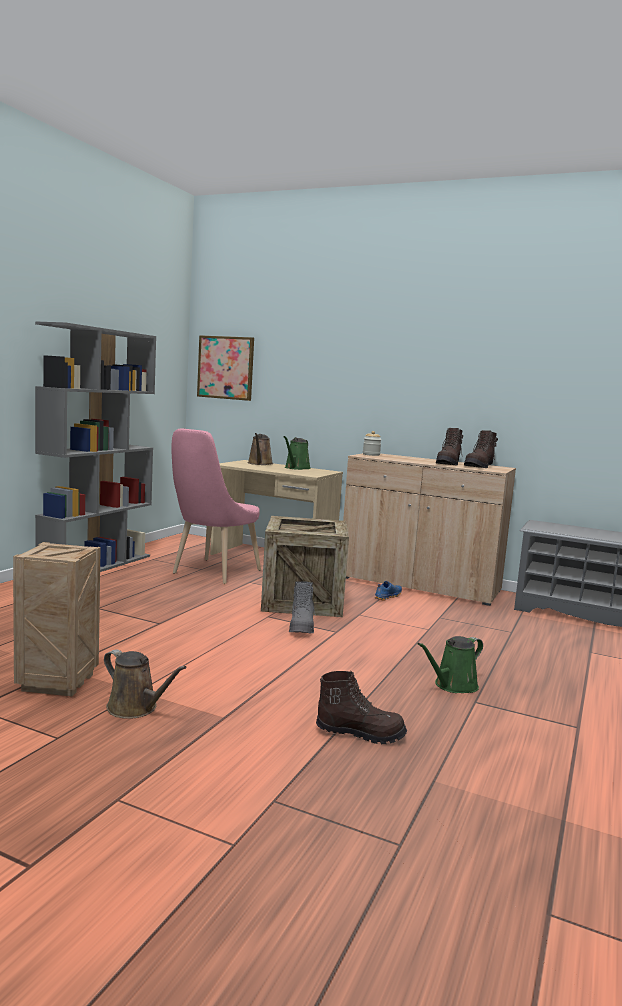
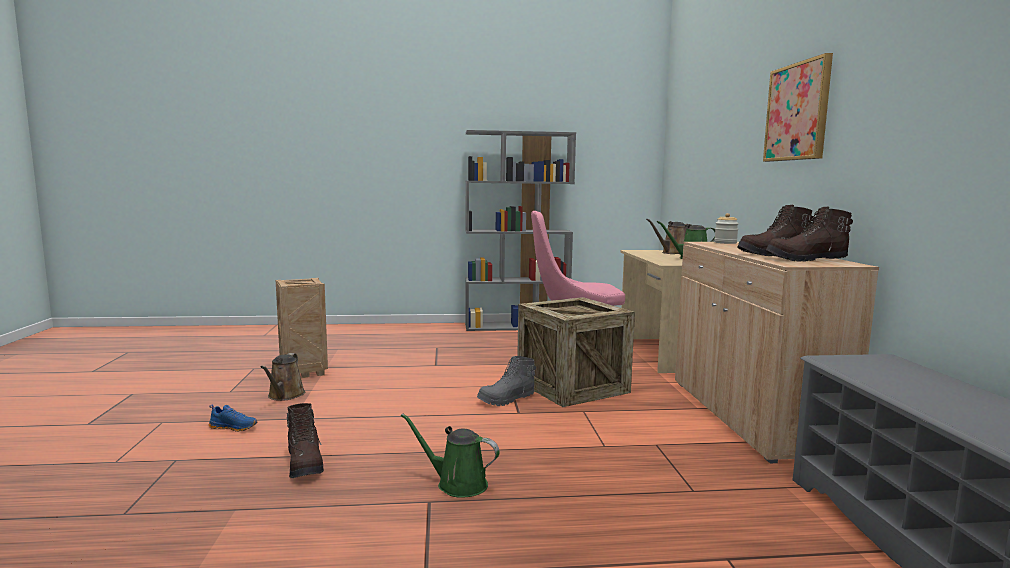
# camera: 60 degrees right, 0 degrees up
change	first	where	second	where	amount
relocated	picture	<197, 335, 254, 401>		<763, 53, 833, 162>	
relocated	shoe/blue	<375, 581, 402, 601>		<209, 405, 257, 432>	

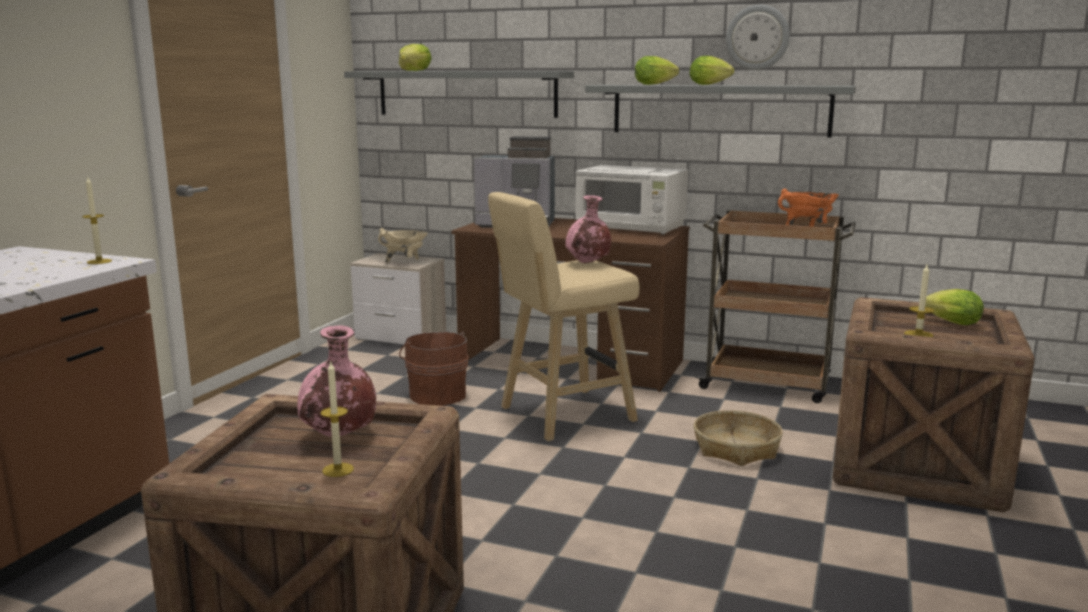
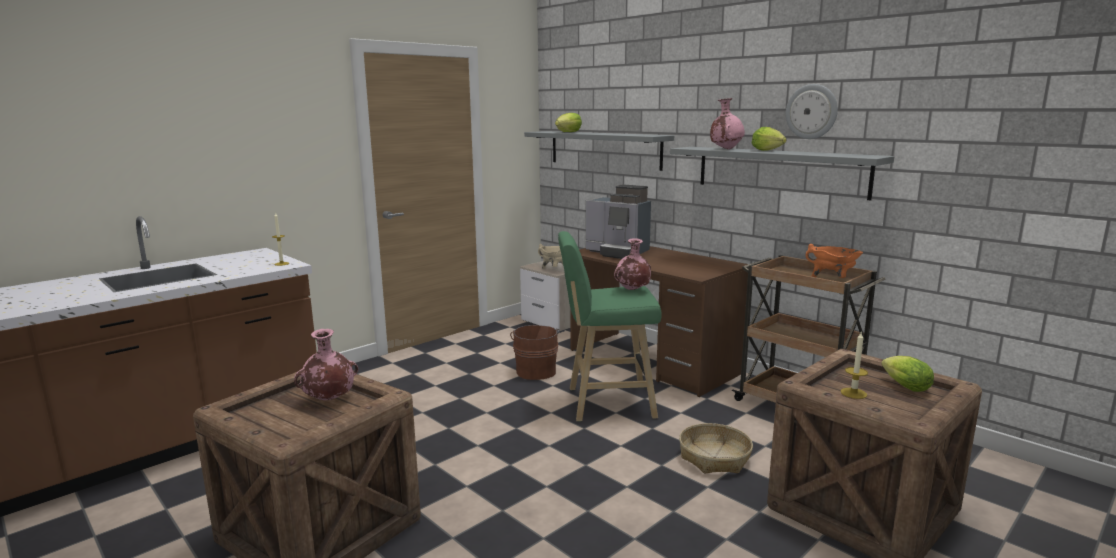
# camera: 25 degrees right, 0 degrees up
change	first	where	second	where	amount
missing	candle	<320, 360, 354, 477>			
missing	microwave/white	<575, 165, 688, 235>			
exchanged	lettuce	<635, 56, 679, 85>	vase/pink	<710, 98, 745, 149>	
colour	stool/beige	<488, 192, 639, 441>	stool/green	<558, 231, 662, 422>	

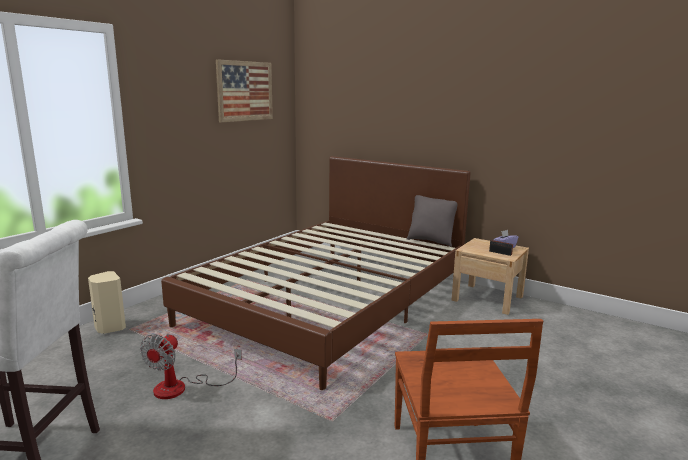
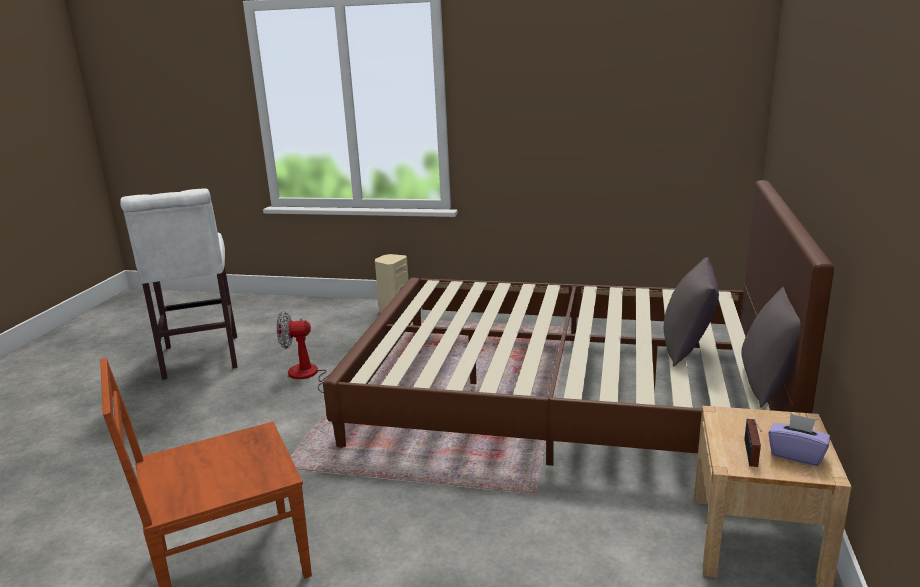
# camera: 70 degrees right, 5 degrees up
change	first	where	second	where	amount
missing	picture	<216, 59, 273, 122>			
appeared			pillow/grey	<664, 257, 719, 367>	

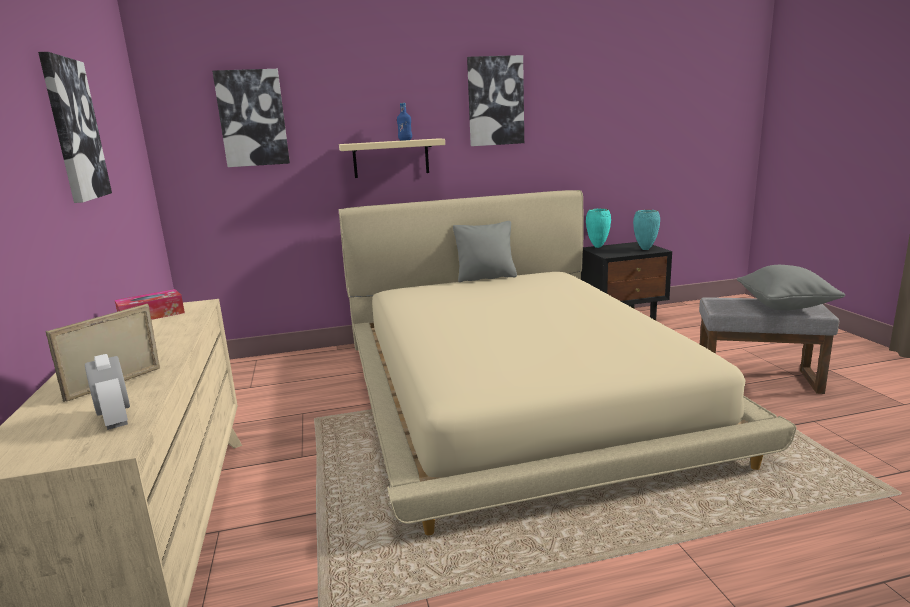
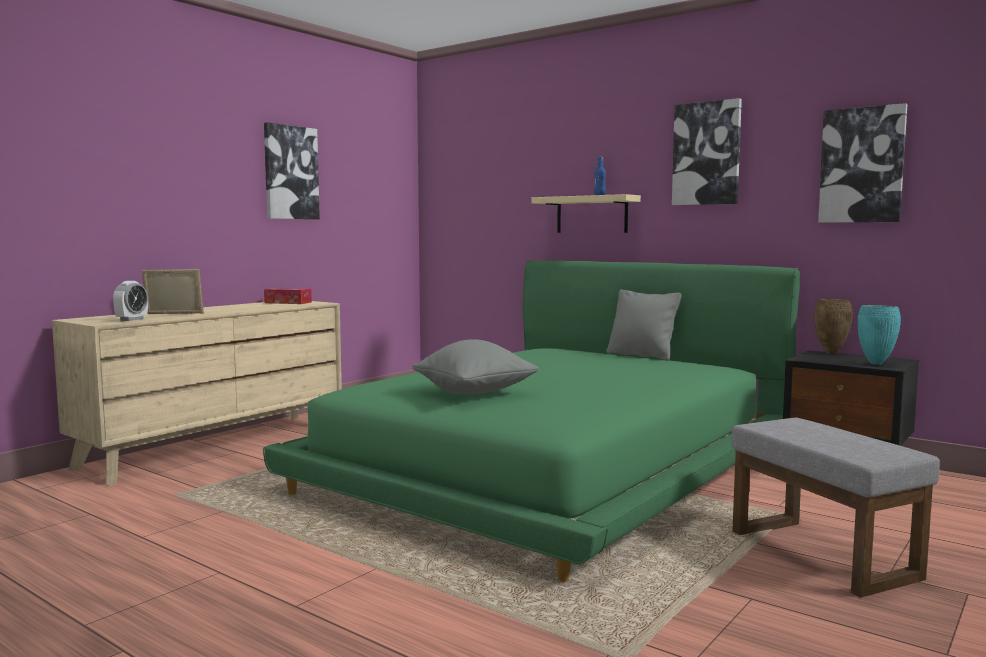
# camera: 50 degrees right, 10 degrees down
change	first	where	second	where	amount
relocated	picture	<212, 69, 290, 167>		<818, 103, 907, 223>	
relocated	pillow/grey	<737, 265, 845, 311>		<412, 339, 539, 394>	
colour	bed/beige	<339, 190, 796, 535>	bed/green	<263, 261, 800, 582>	
colour	vase/turquoise	<586, 209, 611, 248>	vase/brown	<814, 299, 852, 354>	

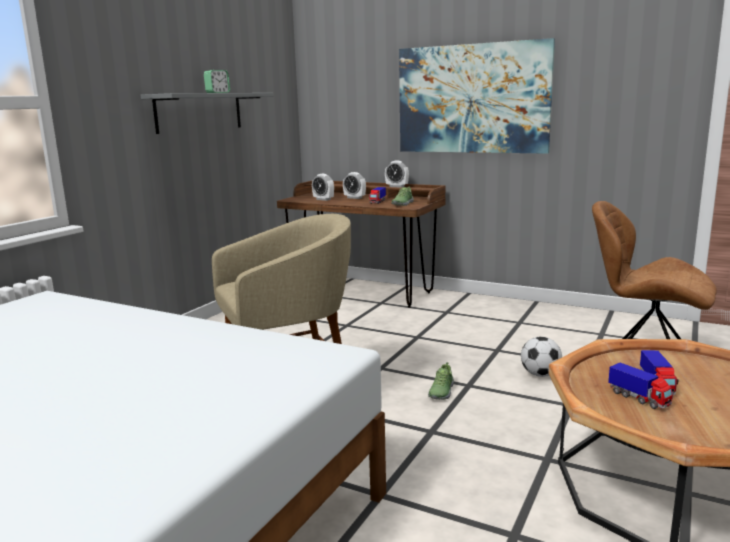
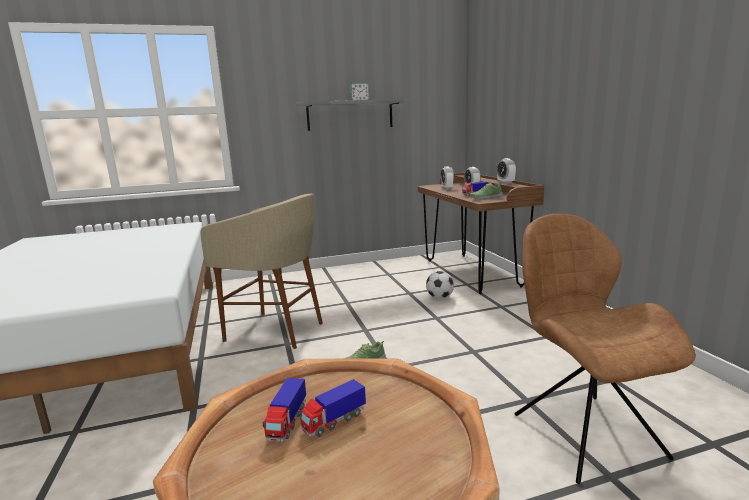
# camera: 45 degrees right, 0 degrees up
change	first	where	second	where	amount
missing	picture	<399, 38, 555, 154>			
relocated	football	<521, 337, 562, 377>		<426, 271, 454, 299>	

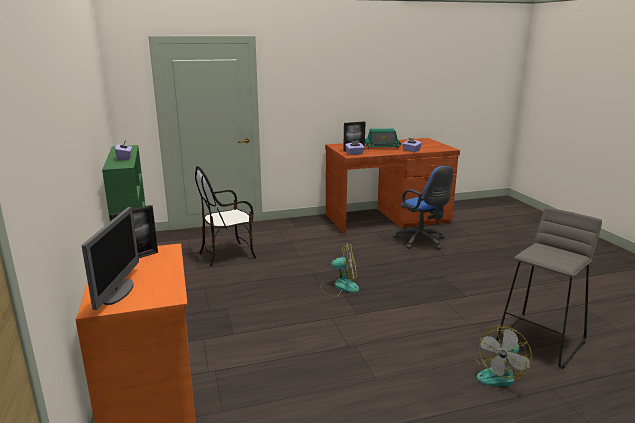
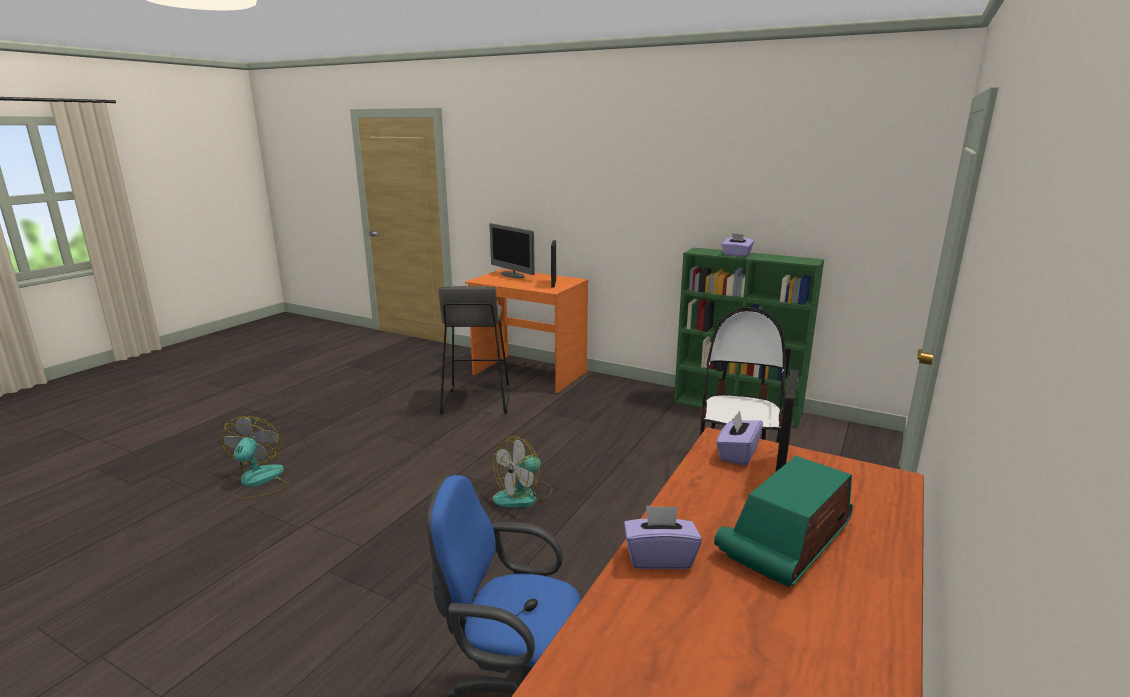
# camera: 135 degrees right, 0 degrees up
change	first	where	second	where	amount
relocated	stool/grey	<497, 207, 602, 369>		<438, 286, 510, 414>	

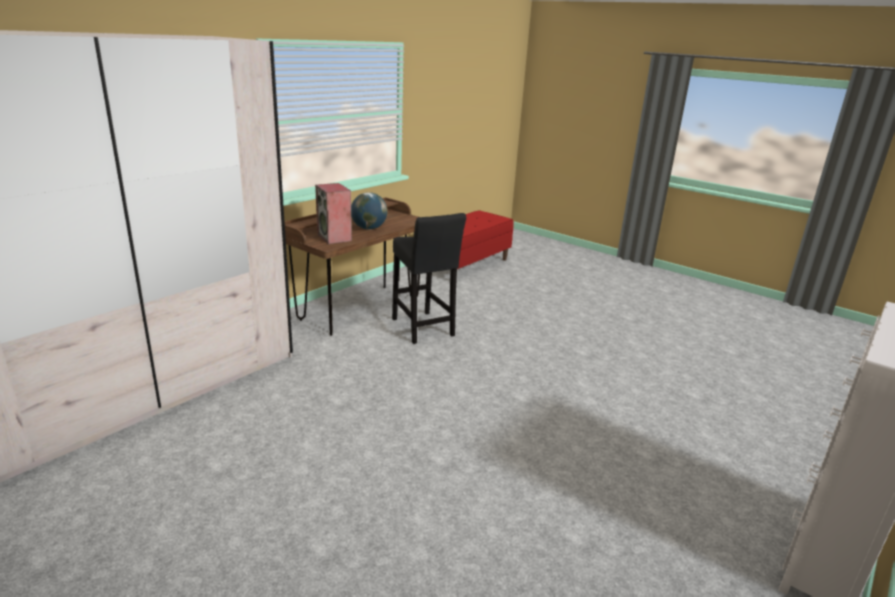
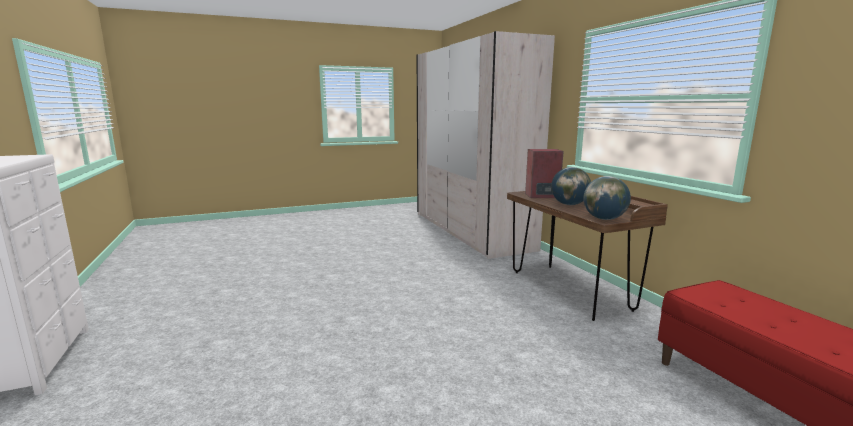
# camera: 120 degrees right, 10 degrees down
change	first	where	second	where	amount
missing	stool/black	<392, 213, 466, 344>			
appeared			globe	<583, 176, 631, 220>	

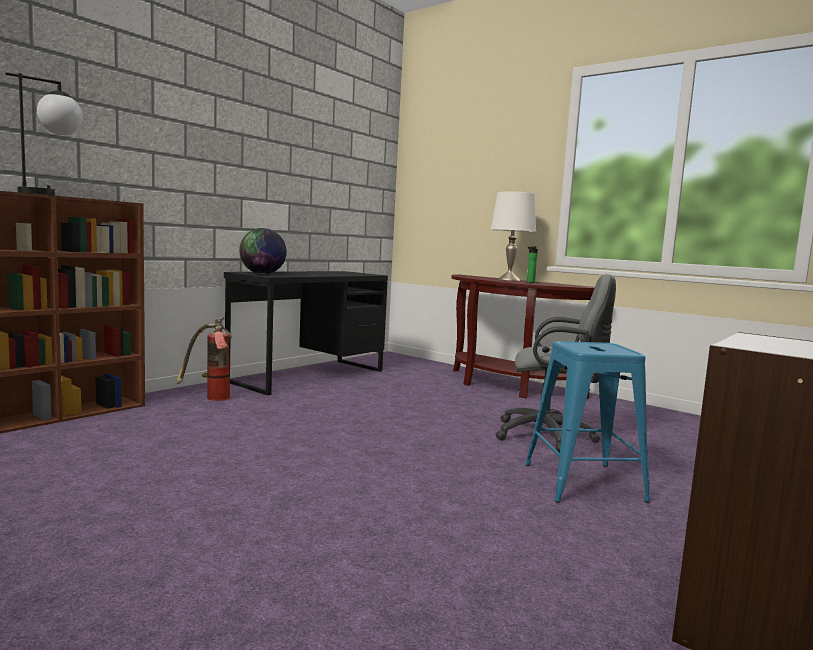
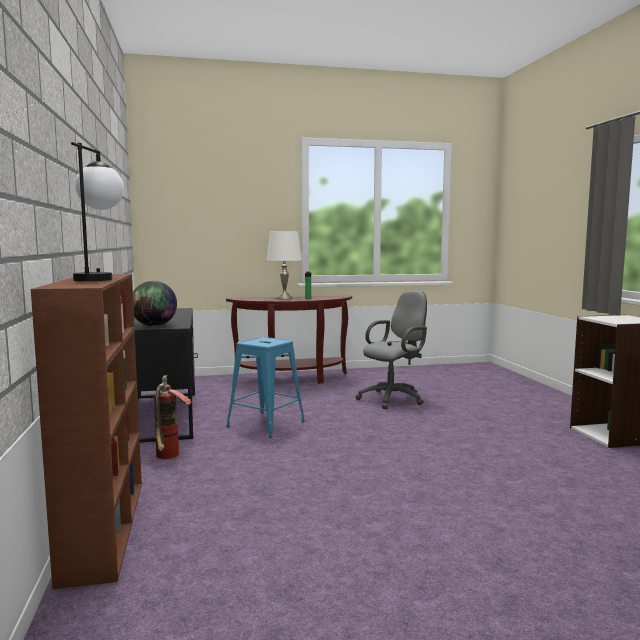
# camera: 50 degrees left, 0 degrees up
change	first	where	second	where	amount
relocated	stool/blue	<525, 341, 650, 503>		<226, 337, 305, 437>	

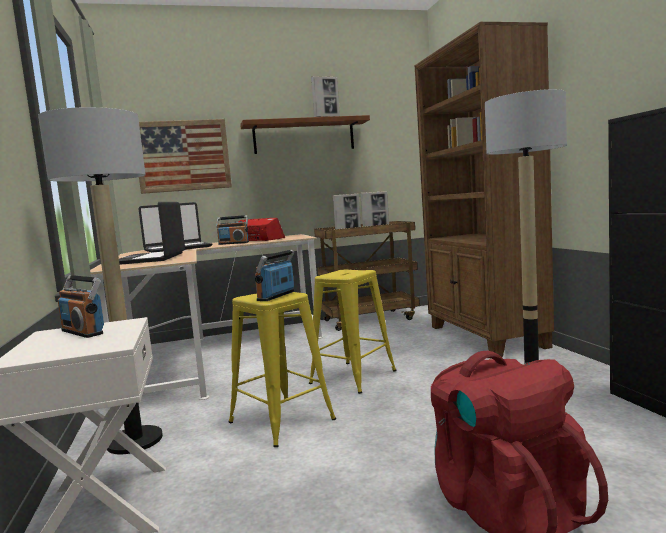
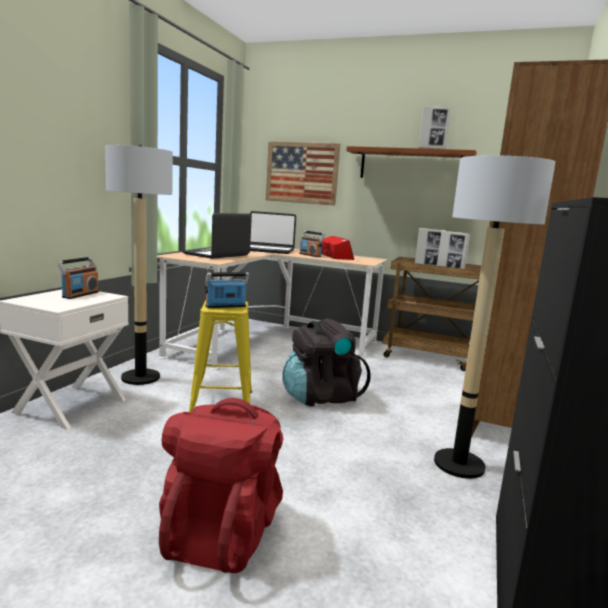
# camera: 35 degrees right, 5 degrees up
change	first	where	second	where	amount
exchanged	stool/yellow	<309, 269, 396, 394>	backpack/black	<282, 319, 371, 406>	
spun	radio	<58, 275, 104, 338>		<57, 257, 99, 299>	150 degrees counterclockwise

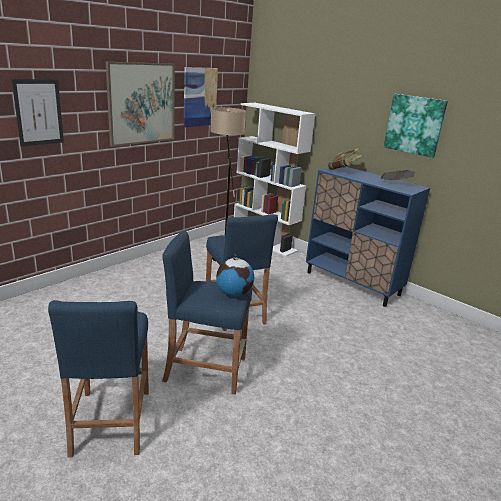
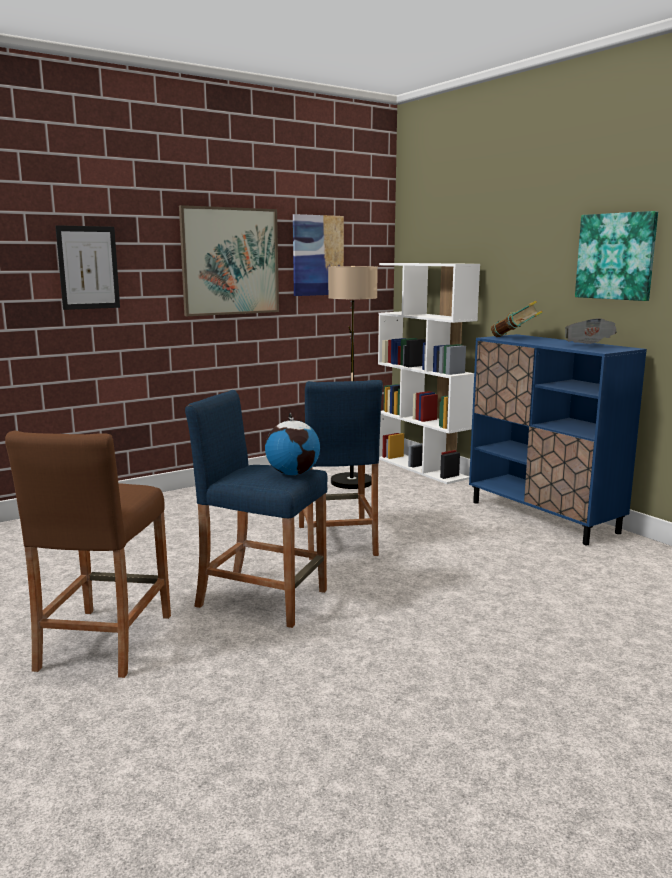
# camera: 15 degrees right, 10 degrees down
change	first	where	second	where	amount
colour	stool/blue	<48, 300, 149, 458>	stool/brown	<5, 430, 171, 678>	

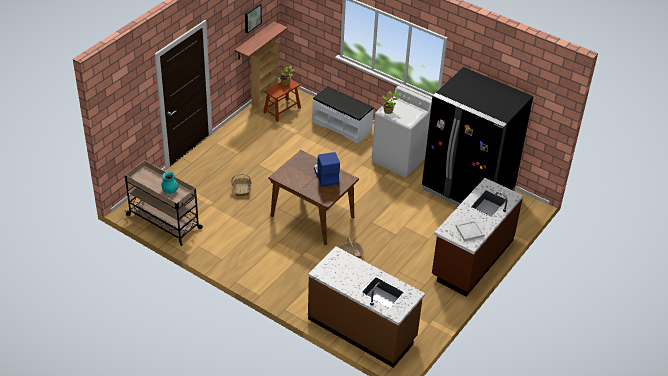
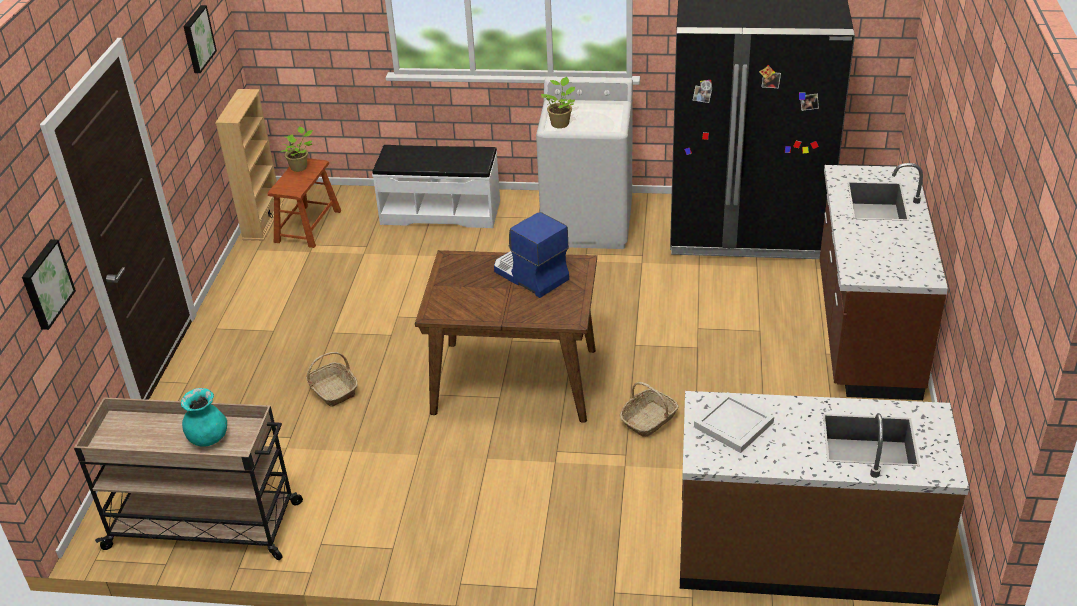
# camera: 25 degrees left, 5 degrees down
change	first	where	second	where	amount
missing	shelf	<235, 22, 288, 60>			
appeared			picture	<22, 239, 76, 330>	
relocated	tray/white	<455, 220, 485, 241>		<694, 392, 774, 453>	

